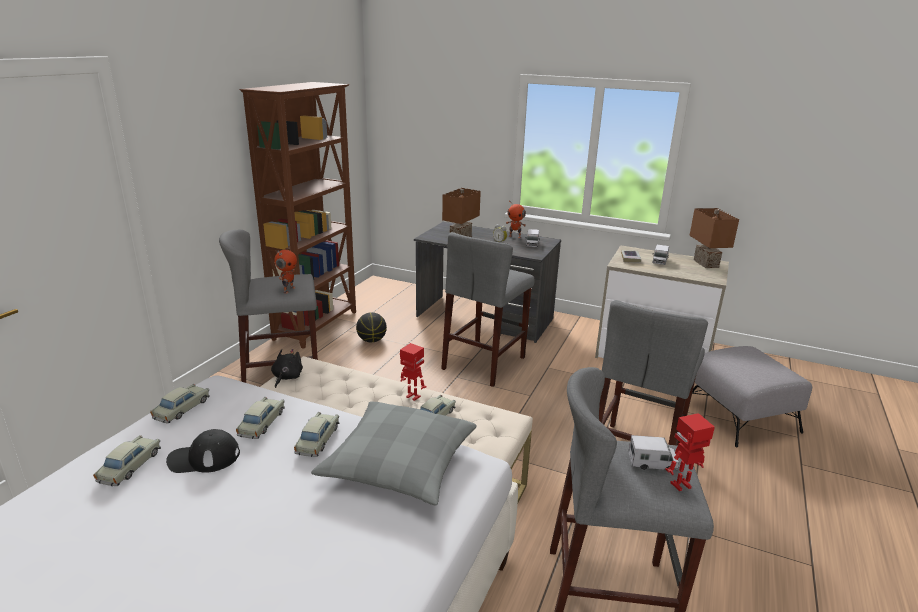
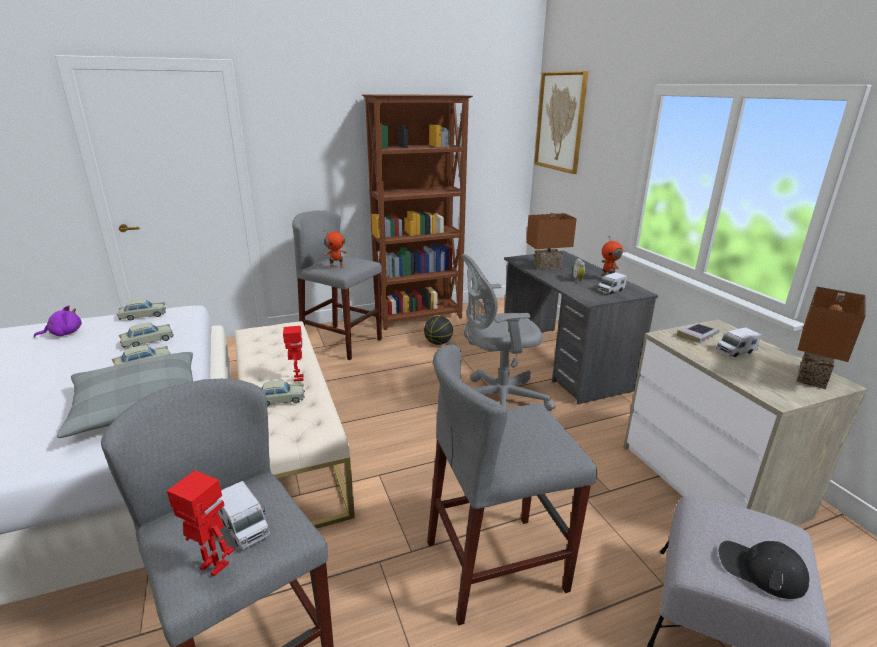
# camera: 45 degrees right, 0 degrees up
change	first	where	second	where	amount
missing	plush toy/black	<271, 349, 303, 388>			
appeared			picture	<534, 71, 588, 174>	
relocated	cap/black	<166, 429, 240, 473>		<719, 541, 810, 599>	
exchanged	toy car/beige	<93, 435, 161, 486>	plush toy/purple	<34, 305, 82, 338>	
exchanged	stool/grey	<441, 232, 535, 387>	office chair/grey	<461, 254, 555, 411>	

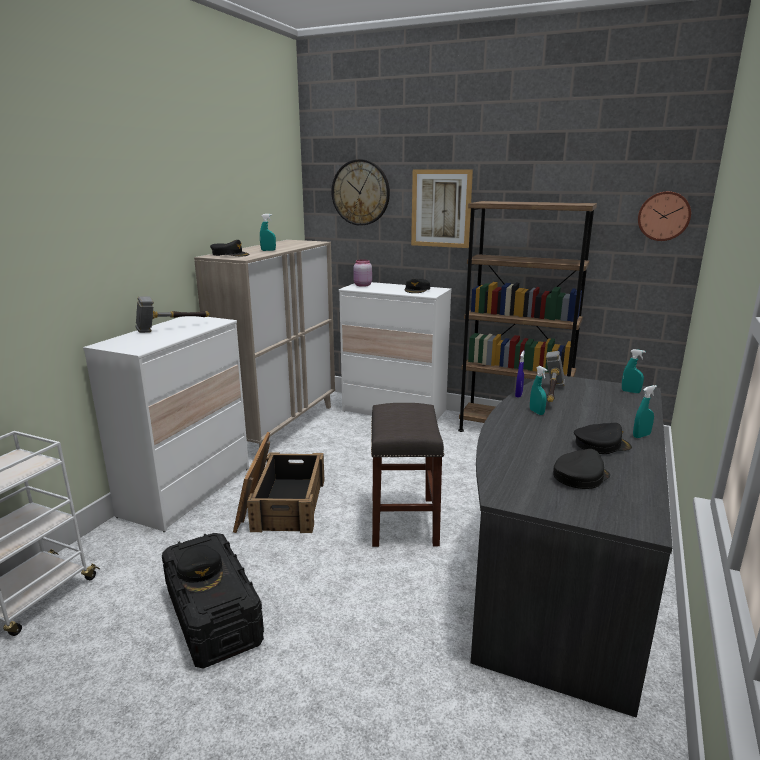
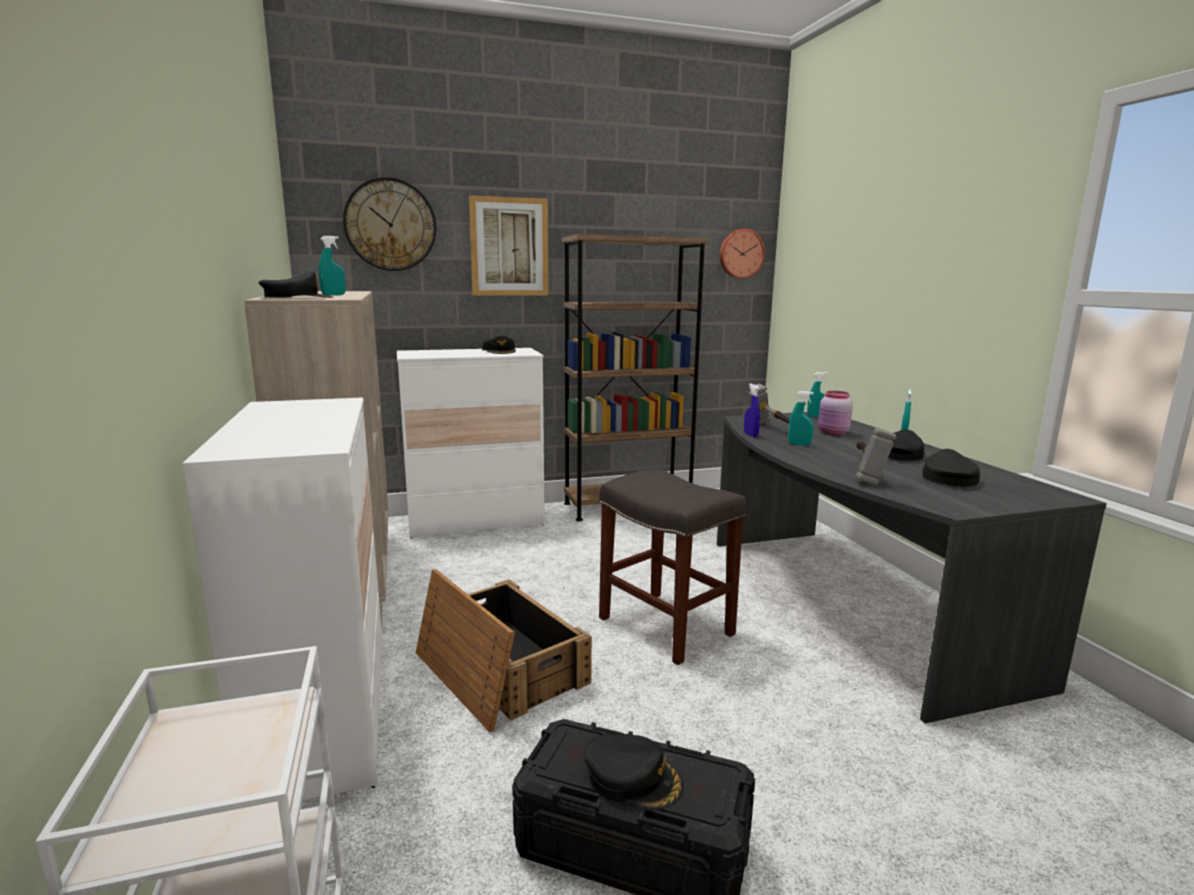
# camera: 40 degrees left, 5 degrees down
change	first	where	second	where	amount
relocated	hammer	<136, 296, 210, 333>		<856, 428, 897, 485>	
relocated	jar/pink	<353, 260, 372, 287>		<818, 391, 853, 435>	

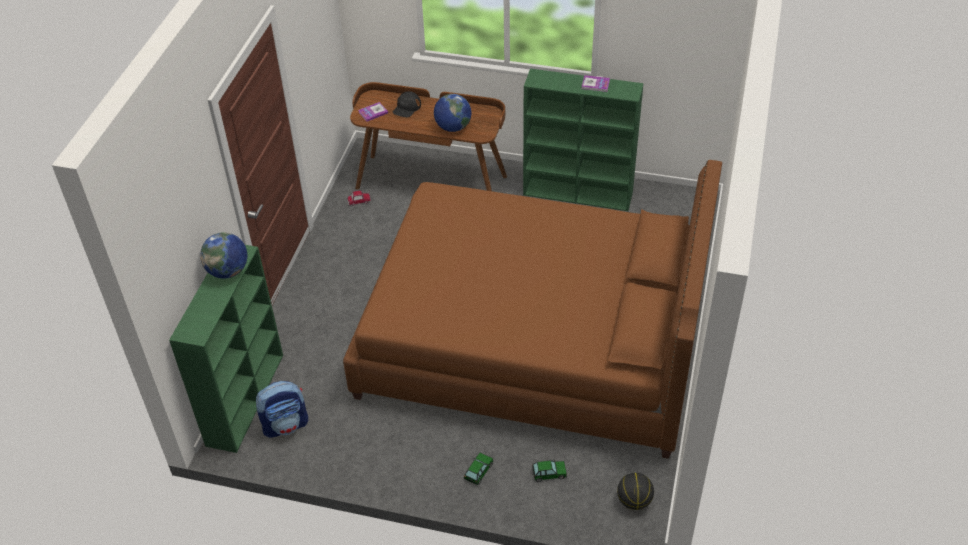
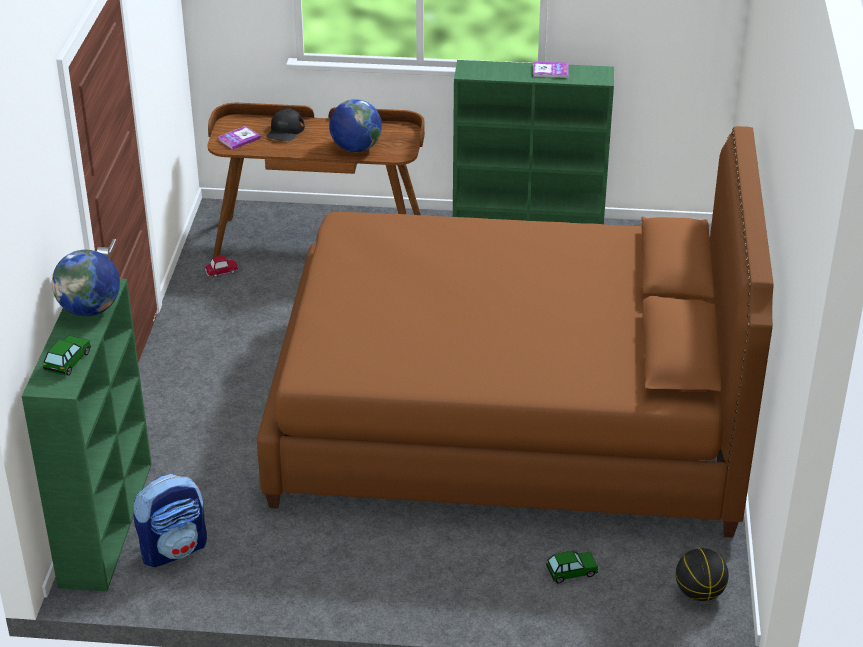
# camera: 10 degrees left, 10 degrees down
change	first	where	second	where	amount
relocated	toy car	<464, 453, 493, 485>		<43, 336, 91, 376>	

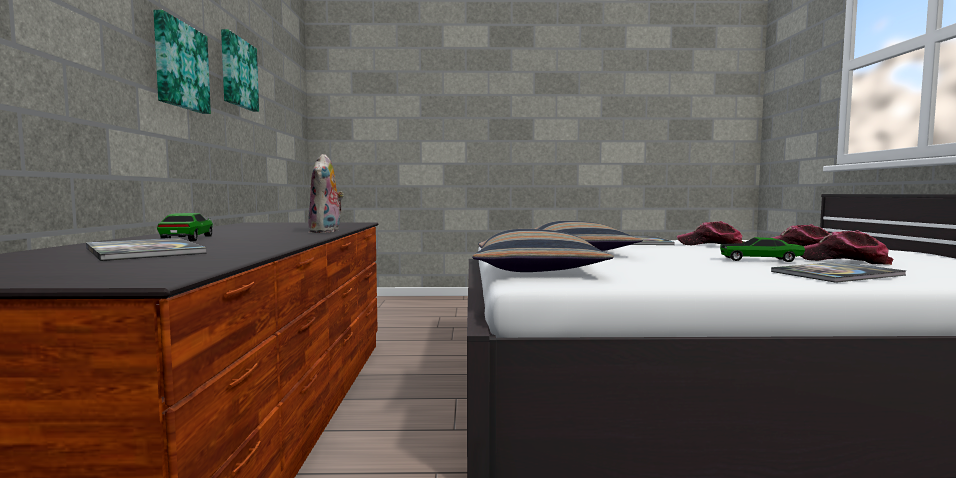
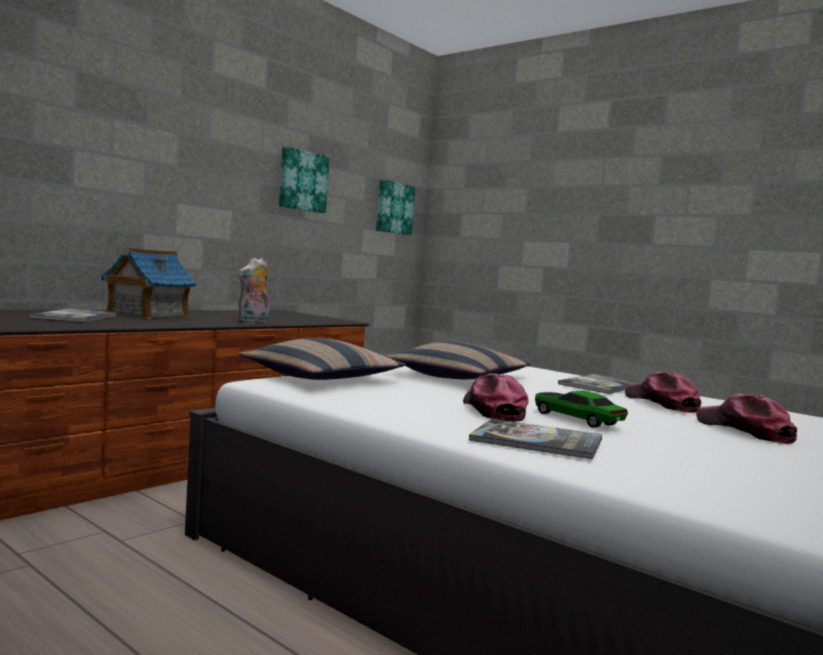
# camera: 40 degrees right, 0 degrees up
change	first	where	second	where	amount
relocated	picture	<153, 10, 211, 114>		<376, 180, 415, 235>	
relocated	cap	<801, 230, 893, 265>		<463, 373, 529, 422>	
exchanged	toy car	<157, 213, 213, 241>	toy house	<101, 247, 197, 319>	

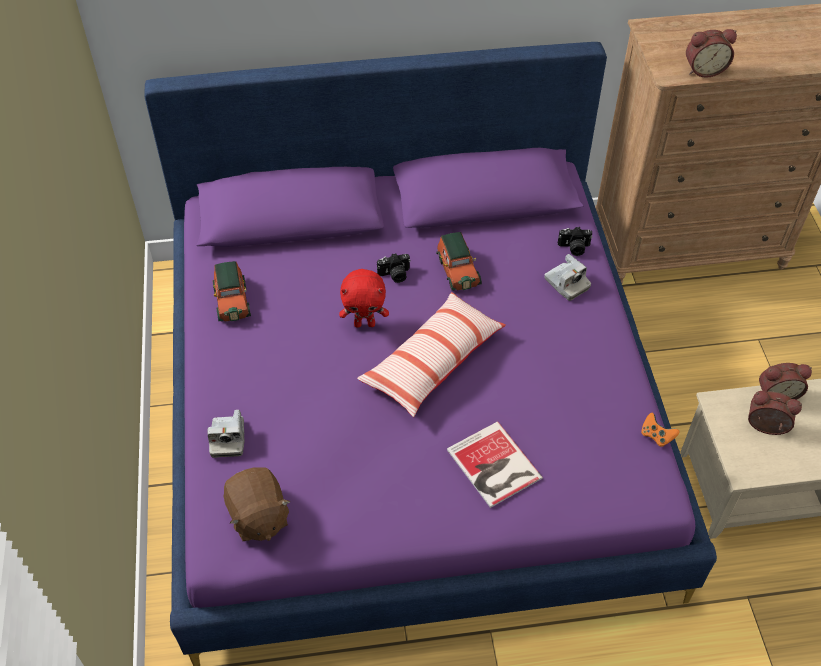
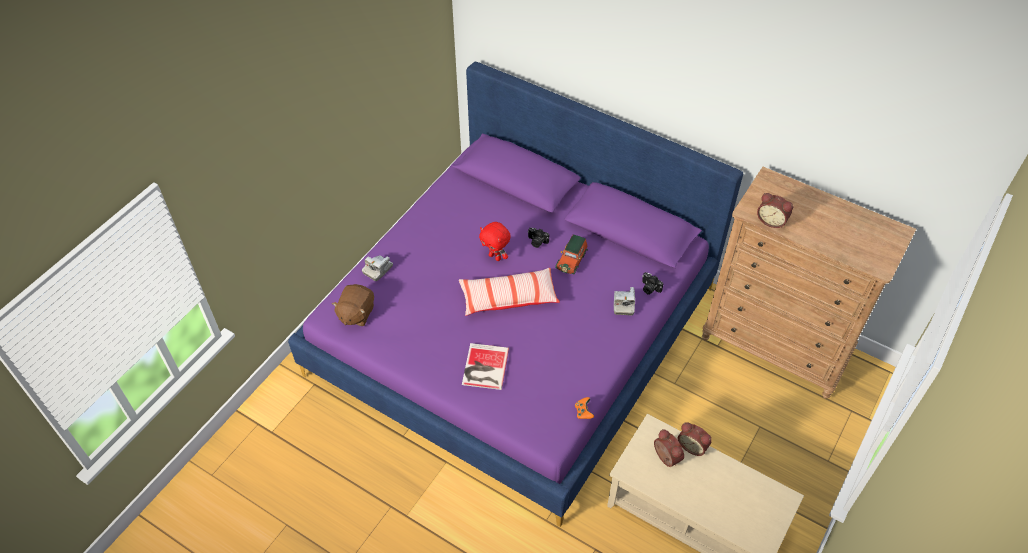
# camera: 40 degrees right, 0 degrees up
change	first	where	second	where	amount
missing	toy car	<212, 261, 251, 321>			

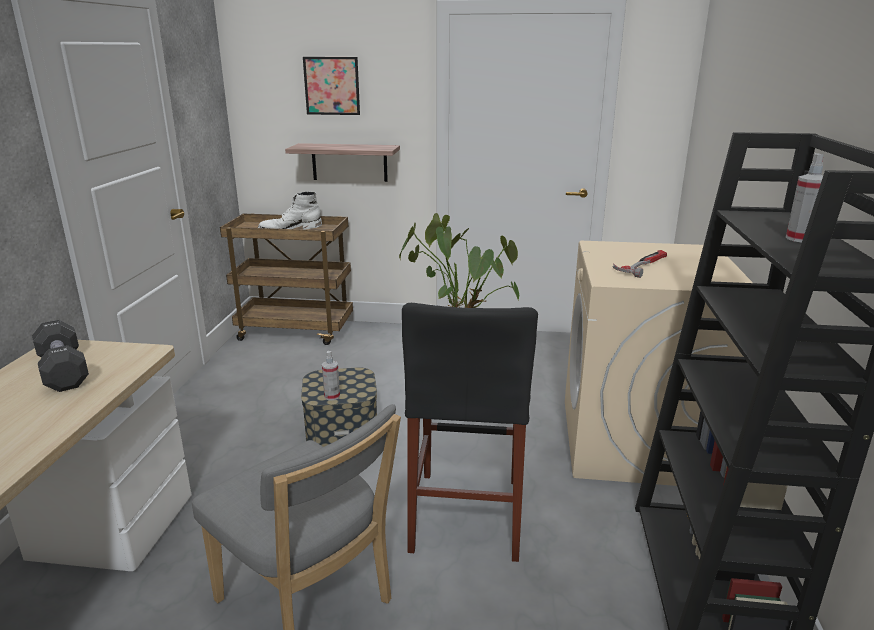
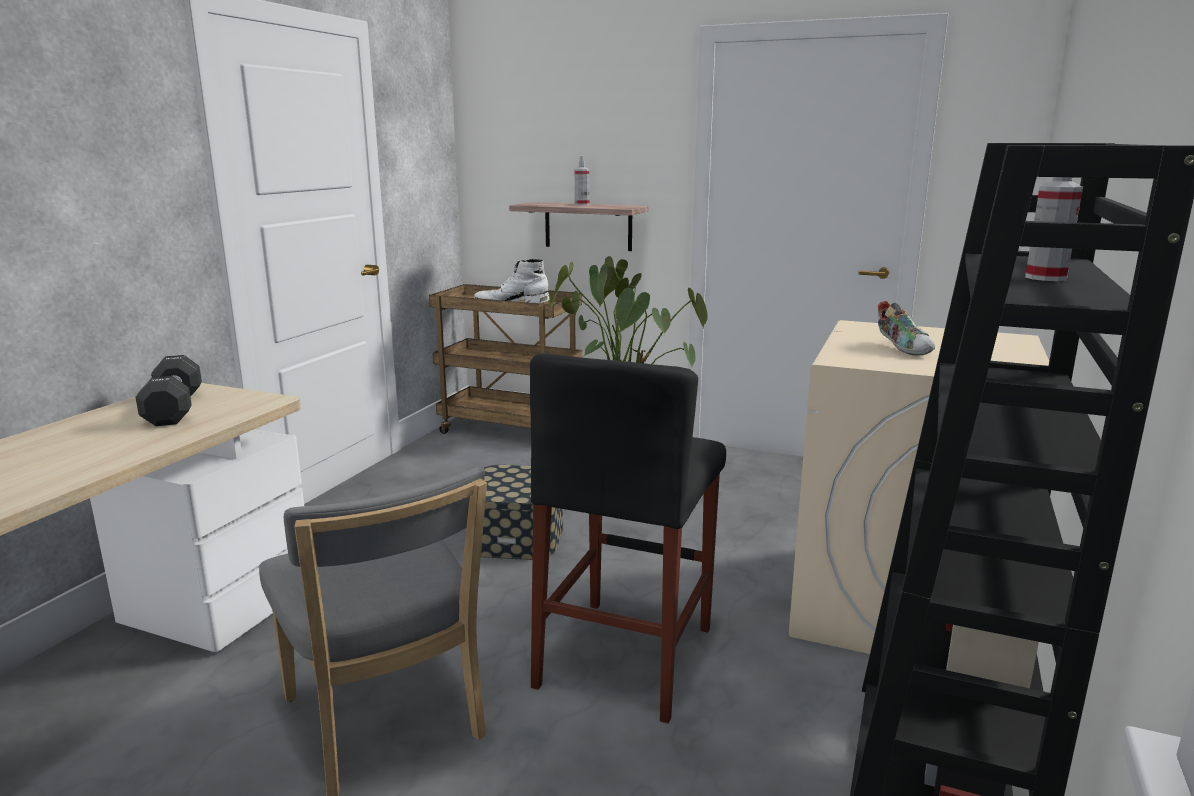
# camera: 15 degrees right, 5 degrees down
change	first	where	second	where	amount
missing	picture	<303, 57, 360, 115>			
relocated	spray bottle	<322, 351, 340, 400>		<575, 155, 589, 206>	
exchanged	hammer	<612, 250, 667, 278>	shoe	<878, 301, 935, 356>	

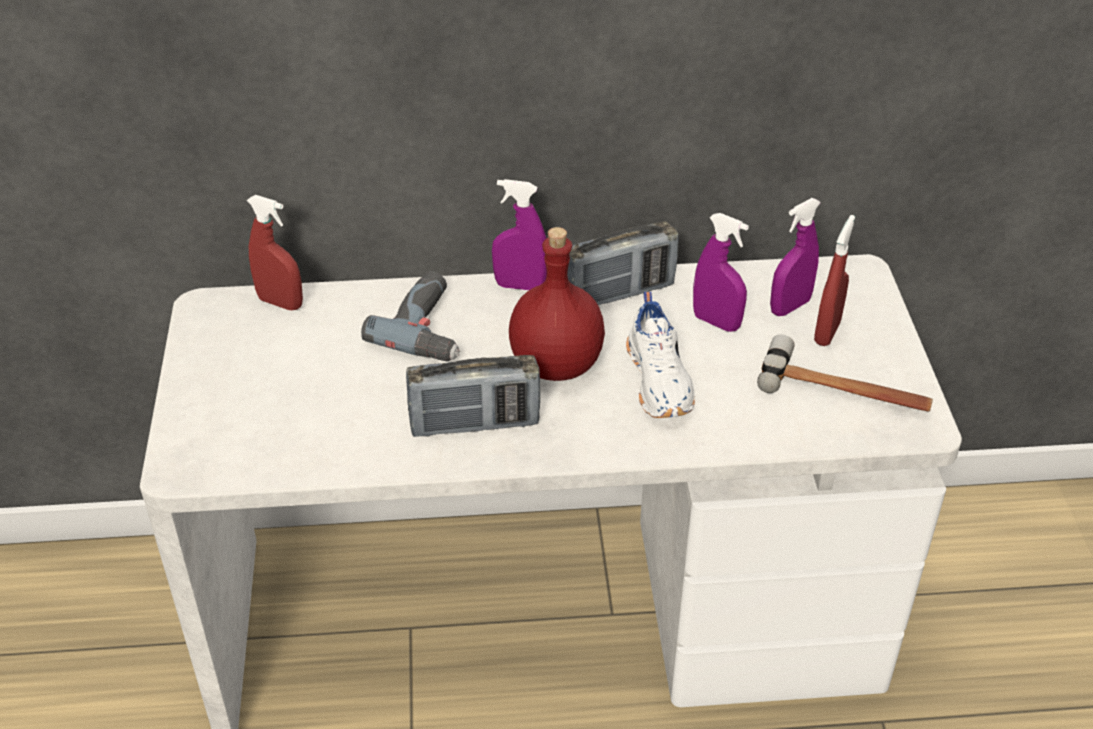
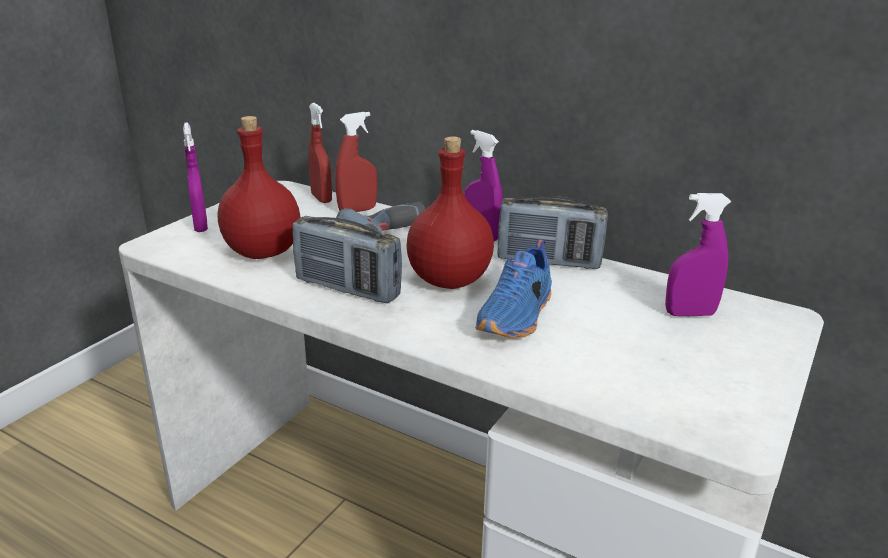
# camera: 35 degrees right, 15 degrees down
change	first	where	second	where	amount
missing	hammer	<757, 334, 933, 411>			
appeared			bottle/red	<218, 116, 300, 259>	
relocated	spray bottle/purple	<693, 213, 749, 332>		<183, 122, 208, 232>	
relocated	spray bottle/red	<814, 215, 855, 346>		<335, 112, 378, 212>	
colour	shoe/white	<626, 292, 695, 418>	shoe/blue	<475, 239, 552, 338>	

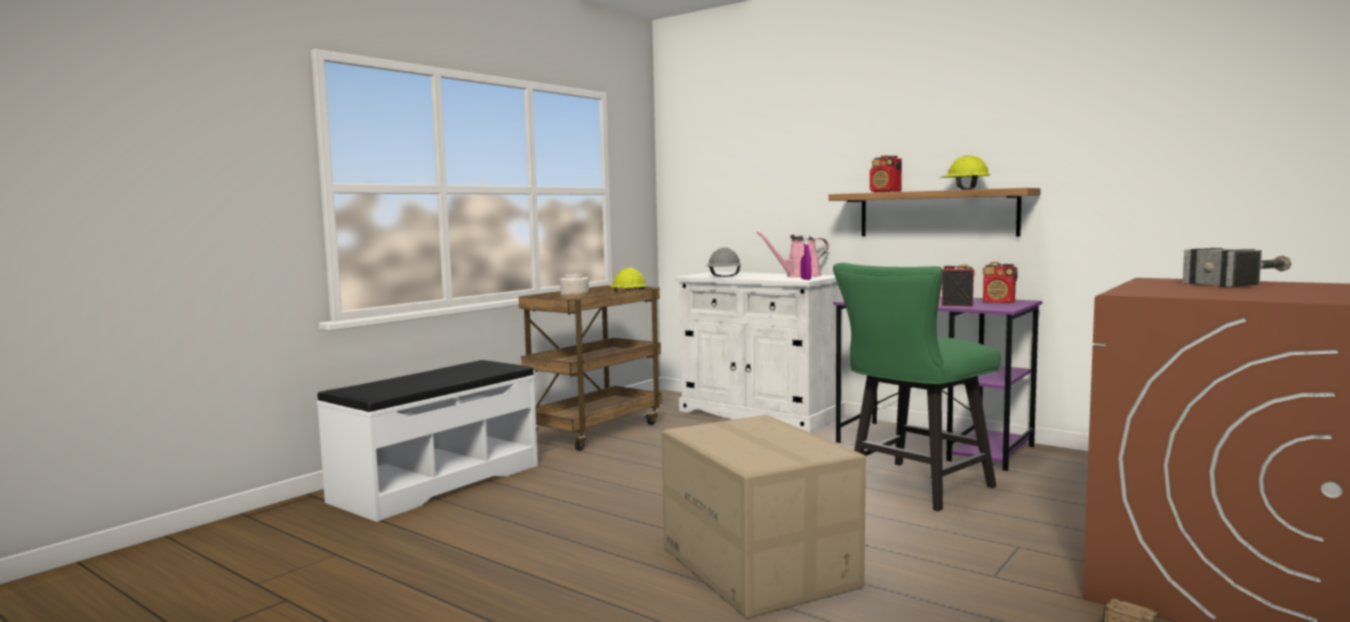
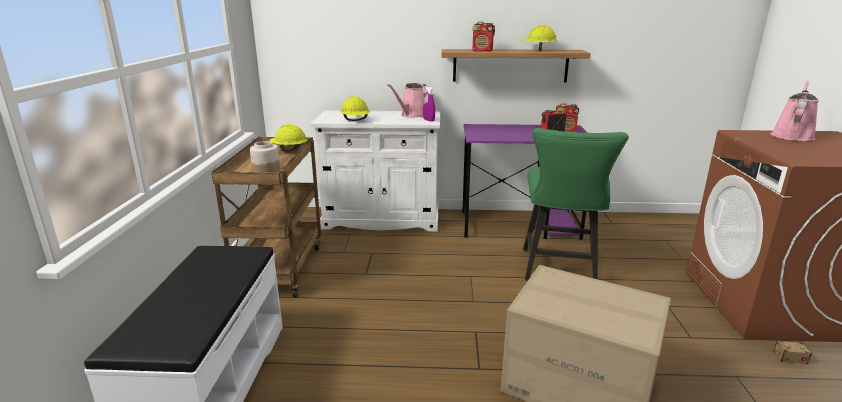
# camera: 35 degrees left, 15 degrees up
change	first	where	second	where	amount
exchanged	hammer	<1183, 248, 1292, 287>	watering can/pink	<770, 82, 819, 141>	
colour	hard hat/grey	<706, 247, 741, 277>	hard hat/yellow	<341, 96, 370, 121>	

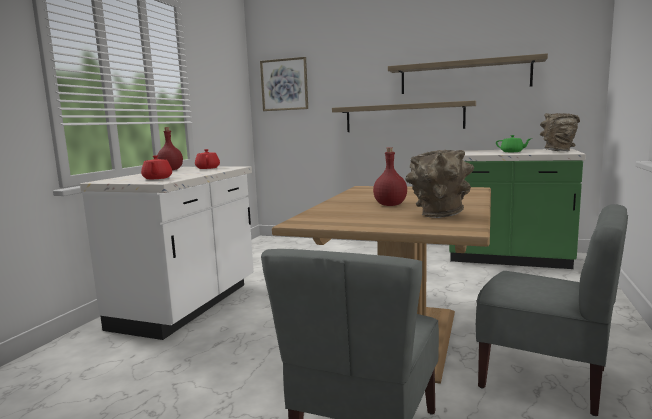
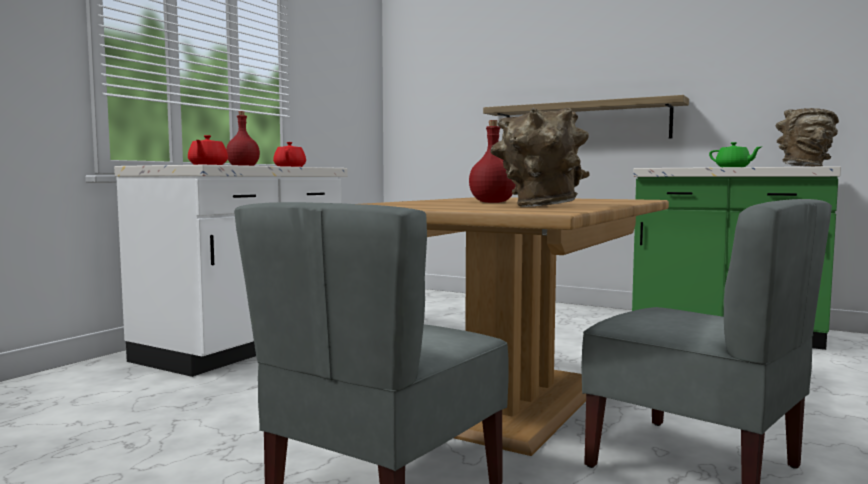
# camera: 10 degrees right, 5 degrees down
change	first	where	second	where	amount
missing	picture	<260, 57, 308, 111>			
missing	shelf	<388, 53, 548, 94>			

